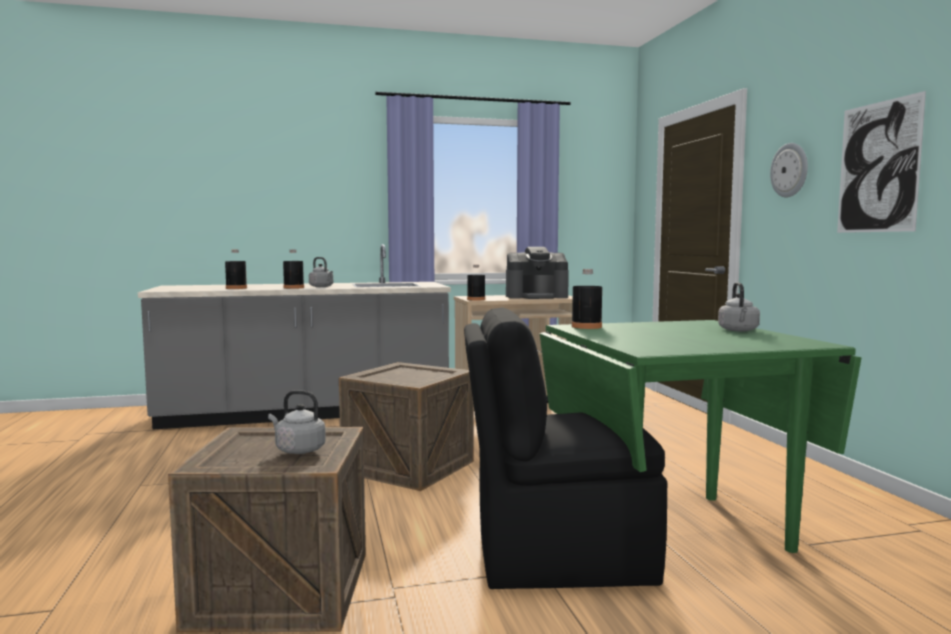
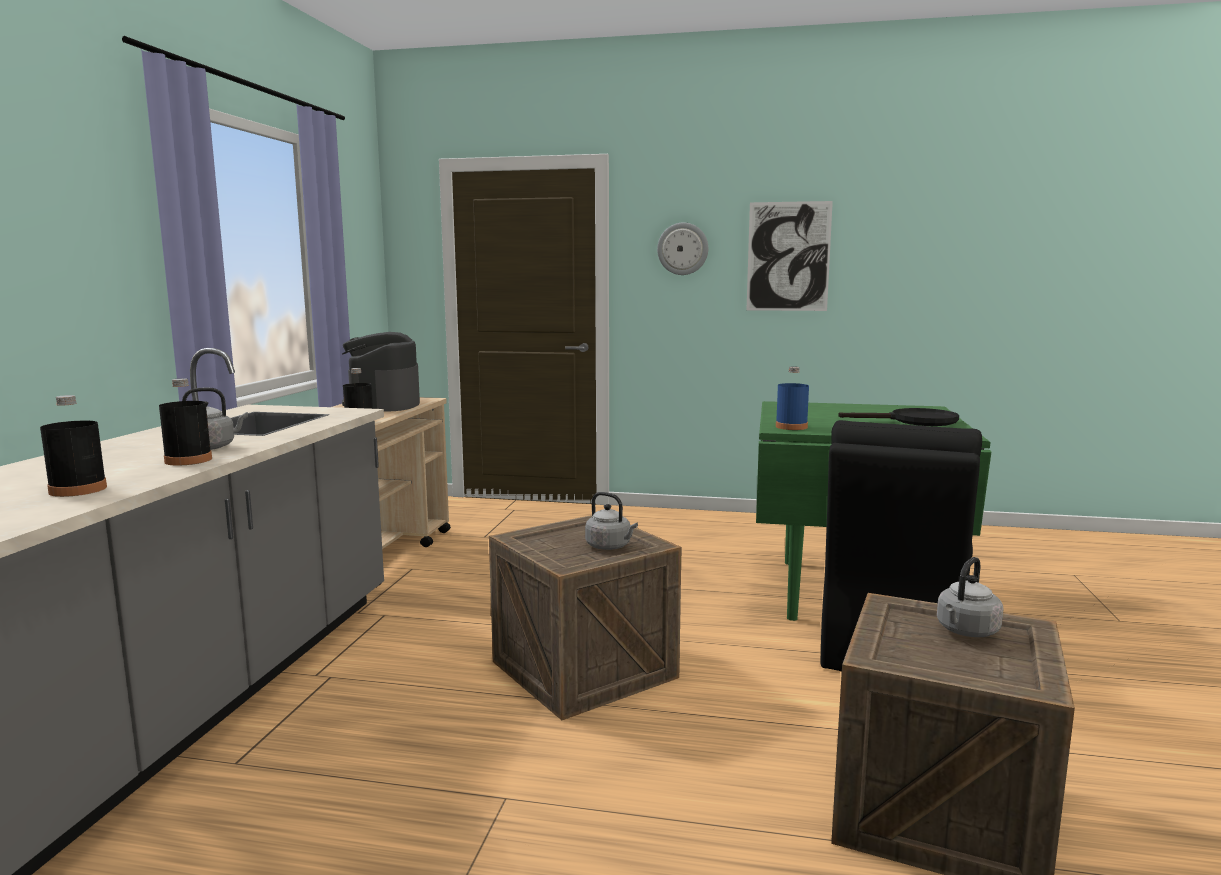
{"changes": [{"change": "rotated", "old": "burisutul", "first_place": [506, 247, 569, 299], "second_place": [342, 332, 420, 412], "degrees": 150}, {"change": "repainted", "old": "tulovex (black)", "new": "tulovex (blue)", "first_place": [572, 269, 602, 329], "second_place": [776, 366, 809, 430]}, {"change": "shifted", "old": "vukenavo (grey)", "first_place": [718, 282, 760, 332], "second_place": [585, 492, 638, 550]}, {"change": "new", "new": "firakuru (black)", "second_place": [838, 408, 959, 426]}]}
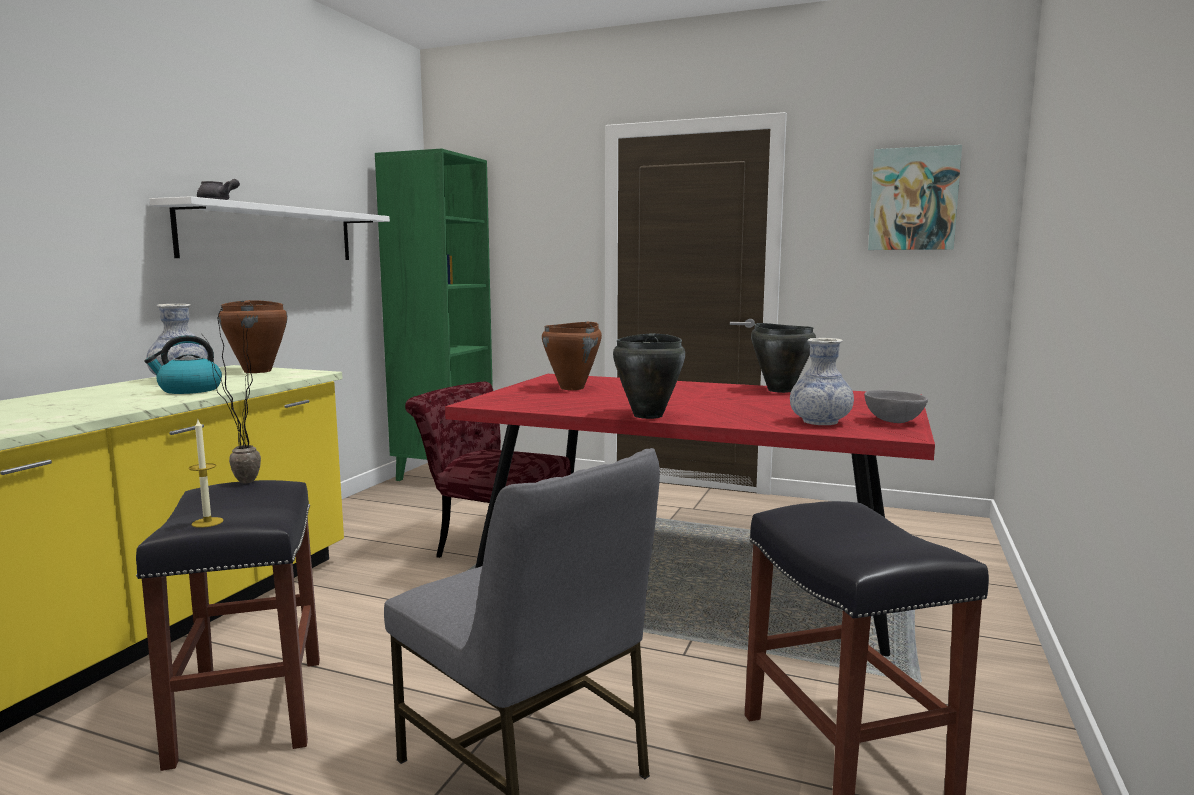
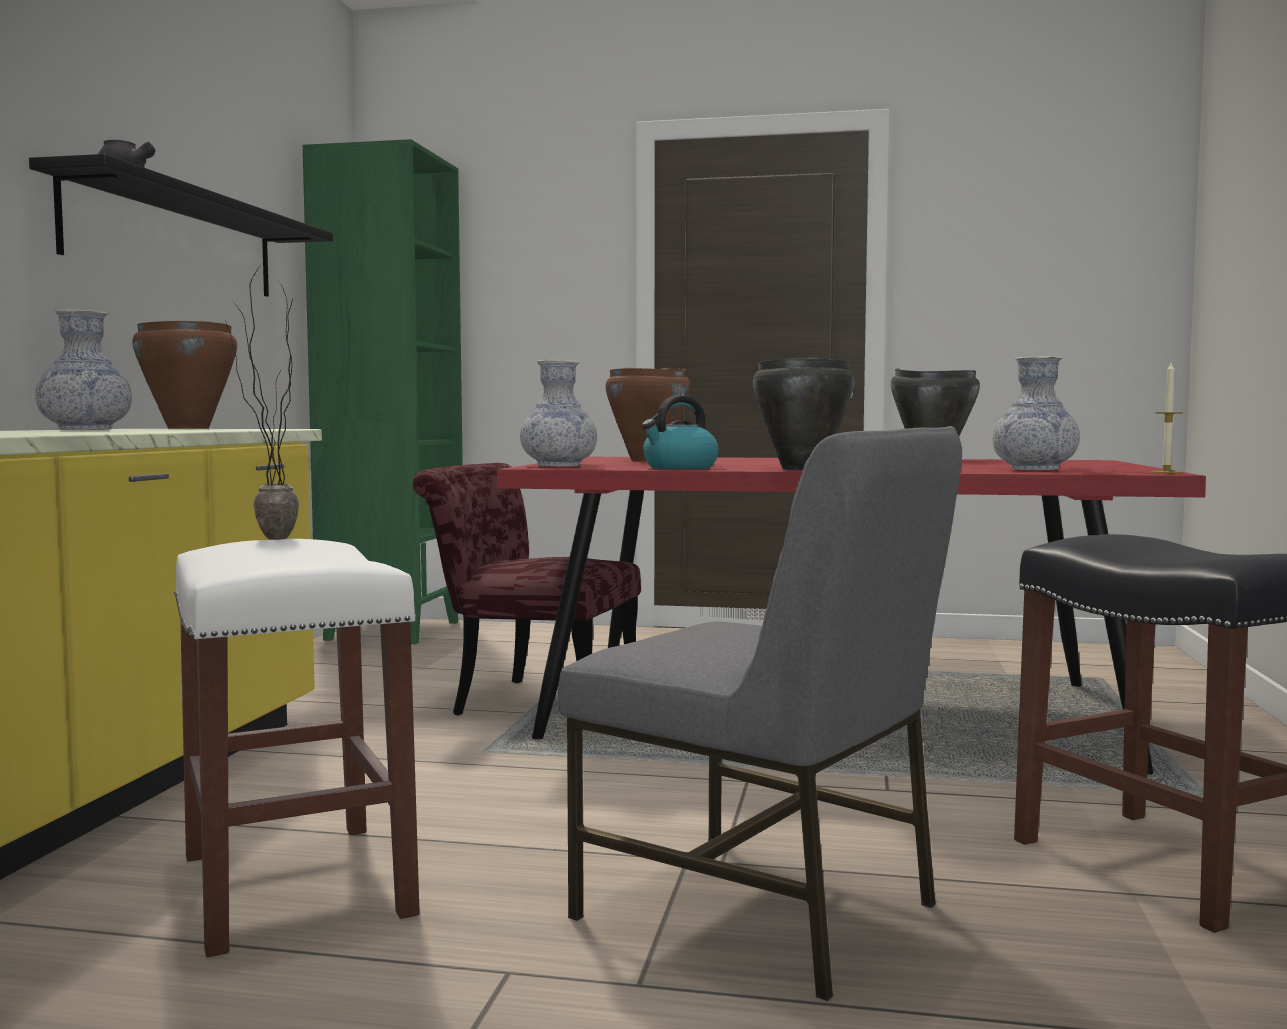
{"changes": [{"change": "gone", "old": "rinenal", "first_place": [868, 145, 962, 250]}, {"change": "repainted", "old": "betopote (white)", "new": "betopote (black)", "first_place": [150, 196, 390, 260], "second_place": [29, 154, 333, 297]}, {"change": "shifted", "old": "vukenavo", "first_place": [144, 335, 222, 394], "second_place": [642, 395, 719, 469]}, {"change": "gone", "old": "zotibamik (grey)", "first_place": [864, 390, 928, 423]}, {"change": "shifted", "old": "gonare", "first_place": [189, 420, 224, 528], "second_place": [1150, 363, 1183, 473]}, {"change": "repainted", "old": "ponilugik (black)", "new": "ponilugik (white)", "first_place": [136, 480, 320, 771], "second_place": [174, 539, 420, 957]}, {"change": "new", "new": "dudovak", "second_place": [520, 360, 597, 467]}]}
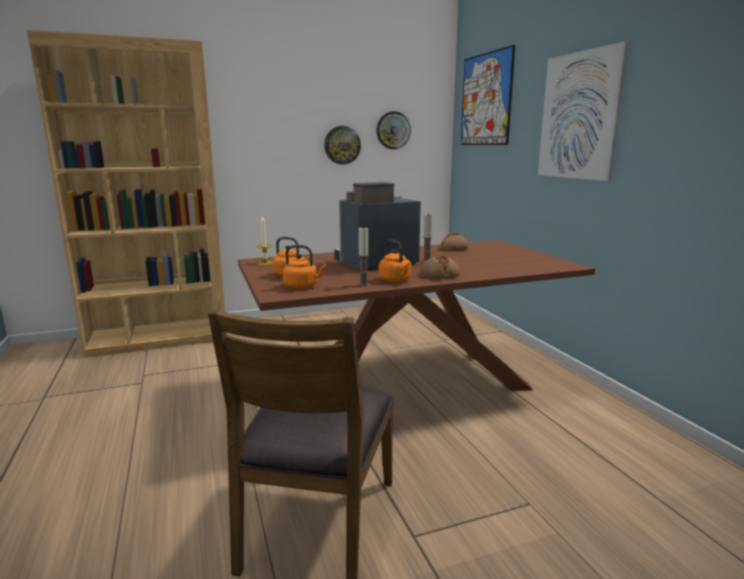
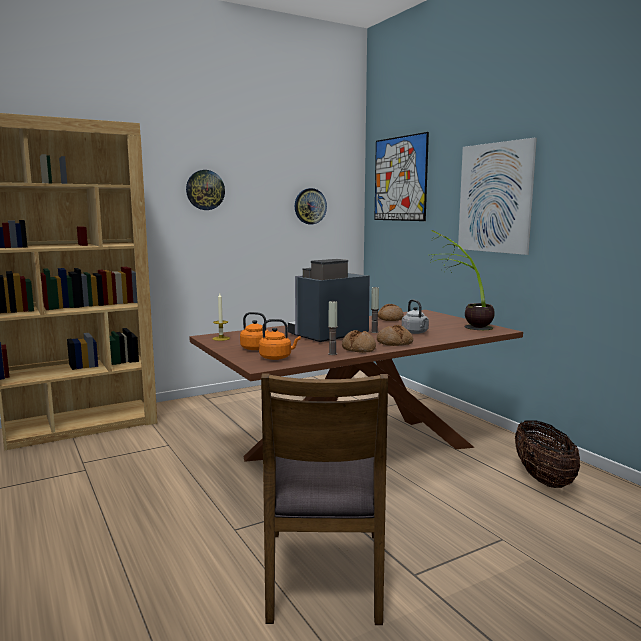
{"changes": [{"change": "shifted", "old": "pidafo", "first_place": [324, 126, 361, 165], "second_place": [186, 170, 225, 210]}, {"change": "swapped", "old": "vukenavo (orange)", "new": "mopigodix", "first_place": [379, 240, 412, 282], "second_place": [342, 330, 376, 353]}, {"change": "new", "new": "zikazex", "second_place": [430, 230, 495, 330]}, {"change": "new", "new": "vukenavo (grey)", "second_place": [402, 299, 429, 334]}, {"change": "new", "new": "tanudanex", "second_place": [515, 420, 580, 488]}]}
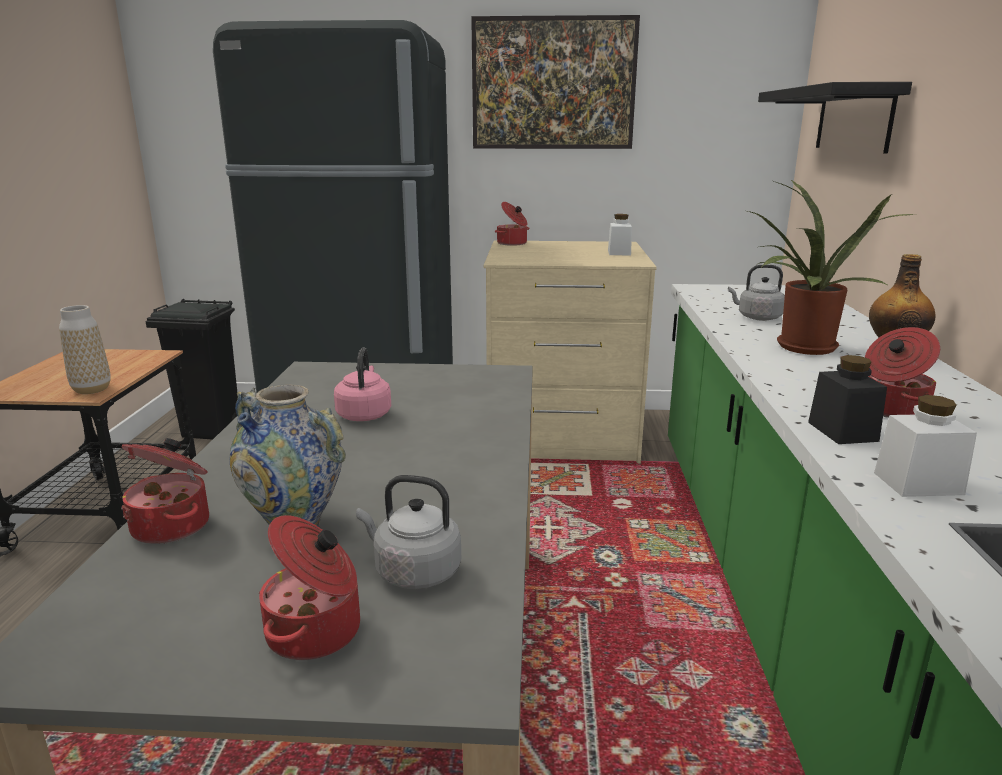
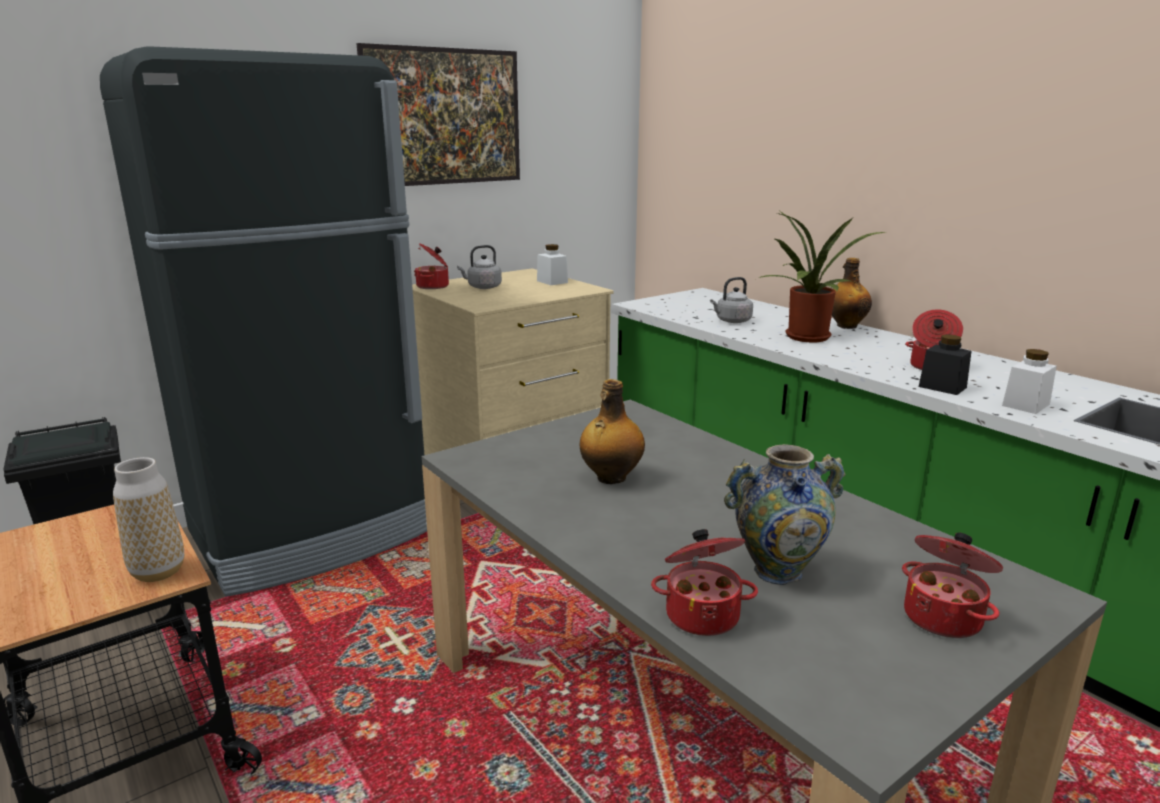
{"changes": [{"change": "gone", "old": "betopote (black)", "first_place": [758, 82, 912, 154]}, {"change": "swapped", "old": "vukenavo (pink)", "new": "tulovex", "first_place": [334, 348, 391, 421], "second_place": [579, 379, 645, 484]}, {"change": "shifted", "old": "vukenavo (grey)", "first_place": [356, 475, 461, 590], "second_place": [457, 245, 502, 289]}]}
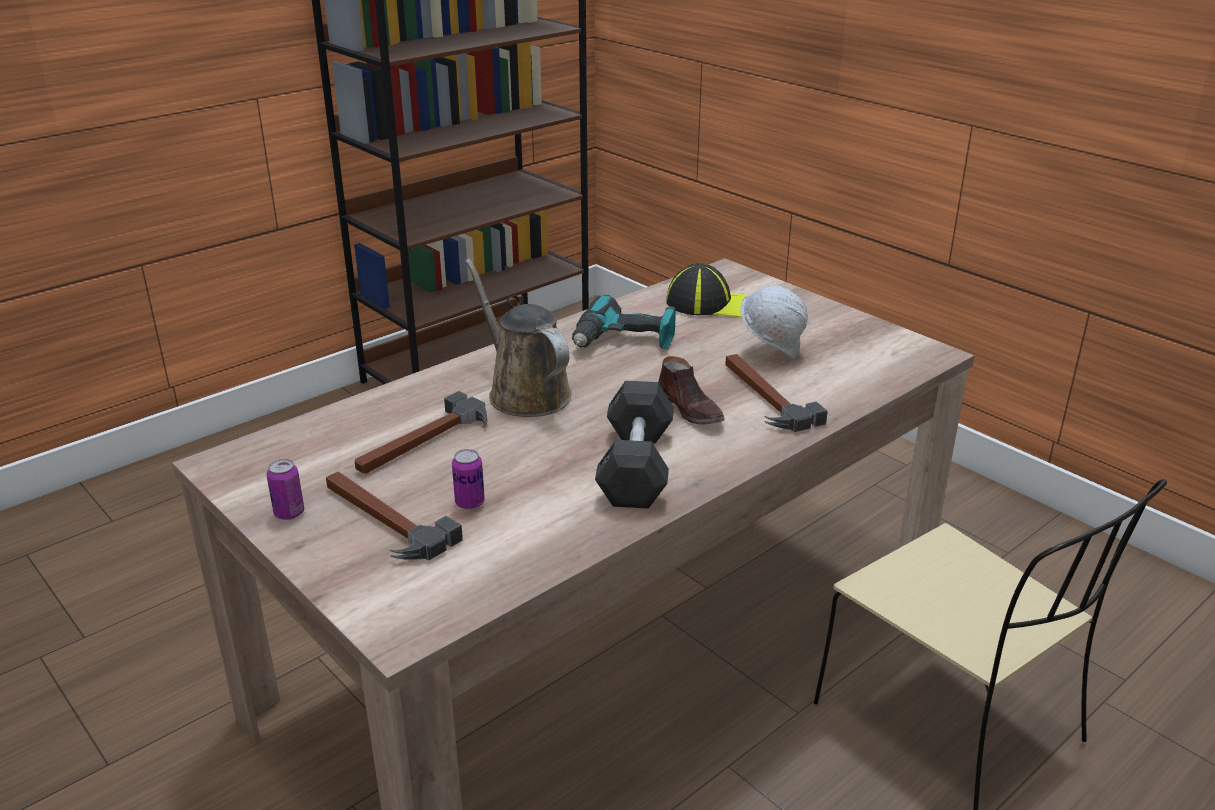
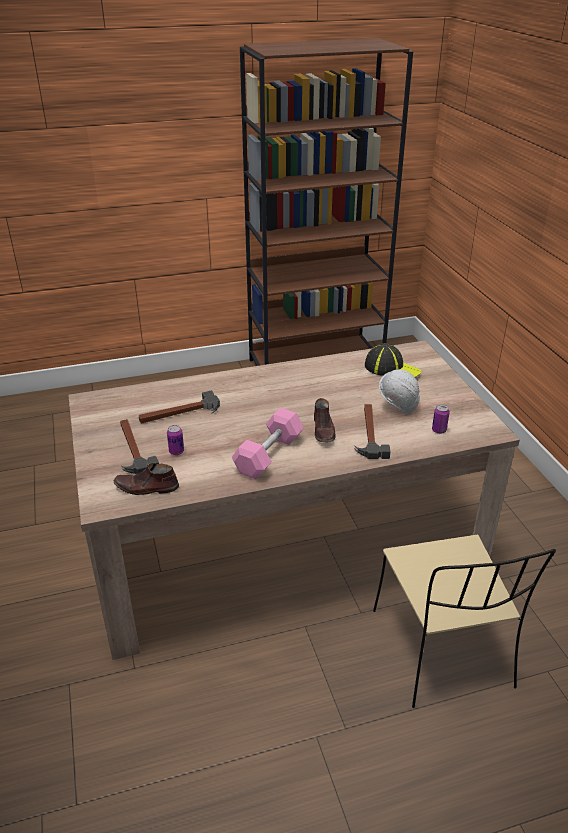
{"changes": [{"change": "gone", "old": "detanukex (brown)", "first_place": [465, 259, 571, 417]}, {"change": "gone", "old": "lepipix", "first_place": [572, 295, 676, 349]}, {"change": "repainted", "old": "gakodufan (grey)", "new": "gakodufan (pink)", "first_place": [595, 381, 674, 508], "second_place": [232, 408, 304, 479]}, {"change": "shifted", "old": "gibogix", "first_place": [266, 459, 304, 520], "second_place": [432, 404, 450, 434]}, {"change": "new", "new": "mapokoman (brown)", "second_place": [113, 463, 179, 495]}]}
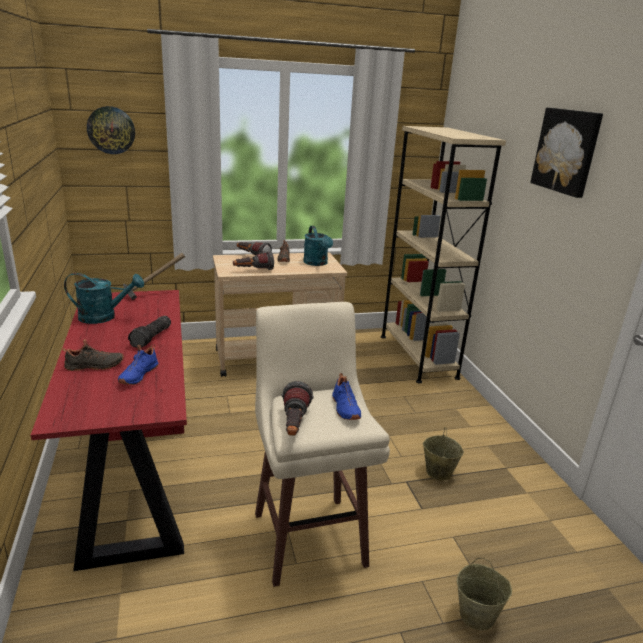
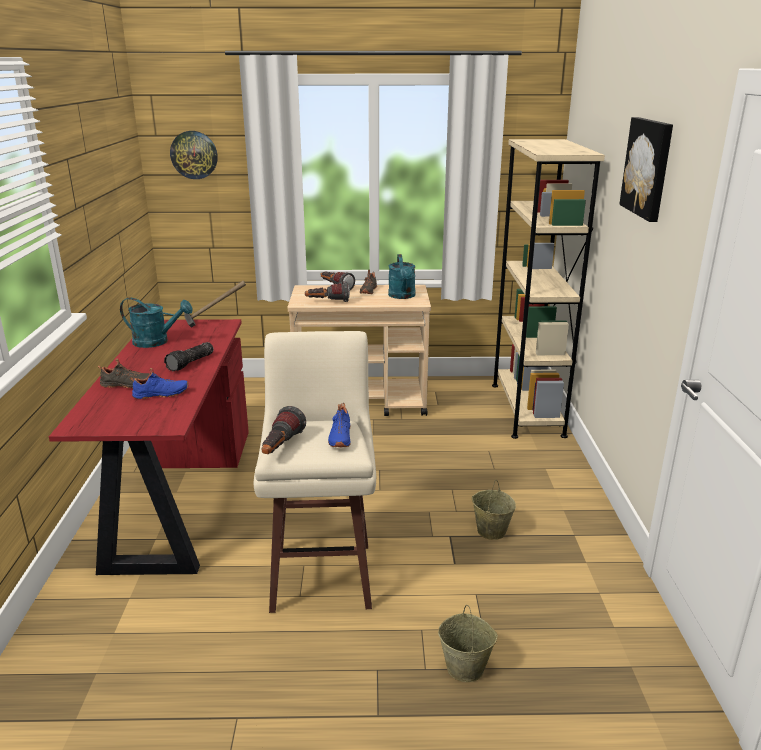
{"changes": [{"change": "rotated", "old": "mapokoman (blue)", "first_place": [118, 344, 158, 385], "second_place": [130, 368, 189, 399], "degrees": -135}]}
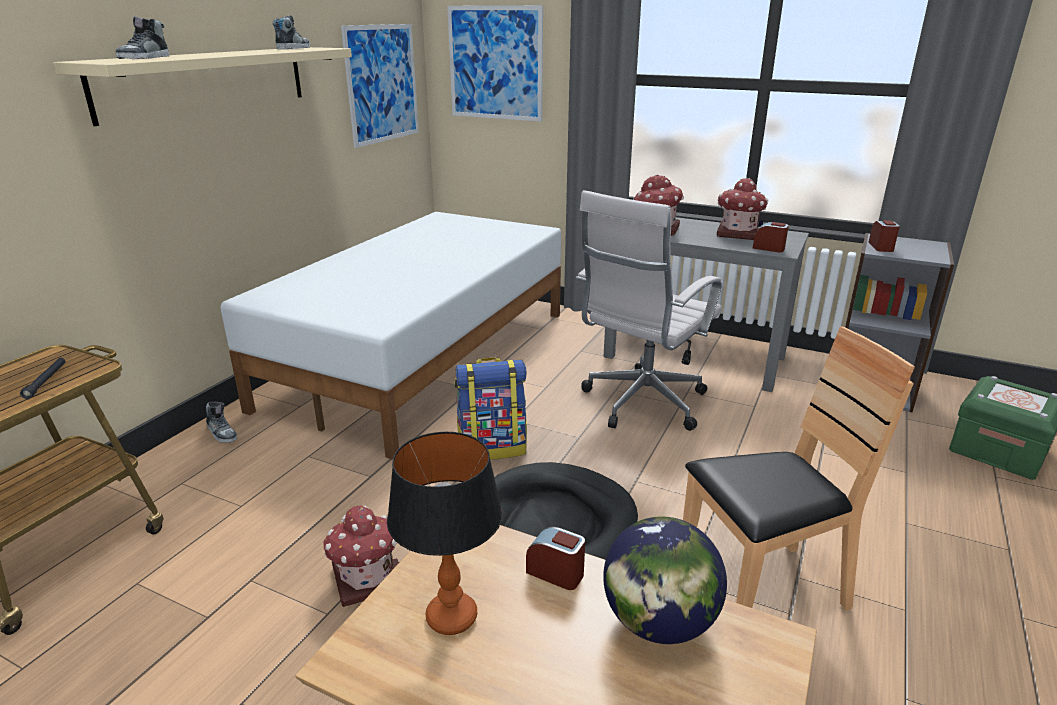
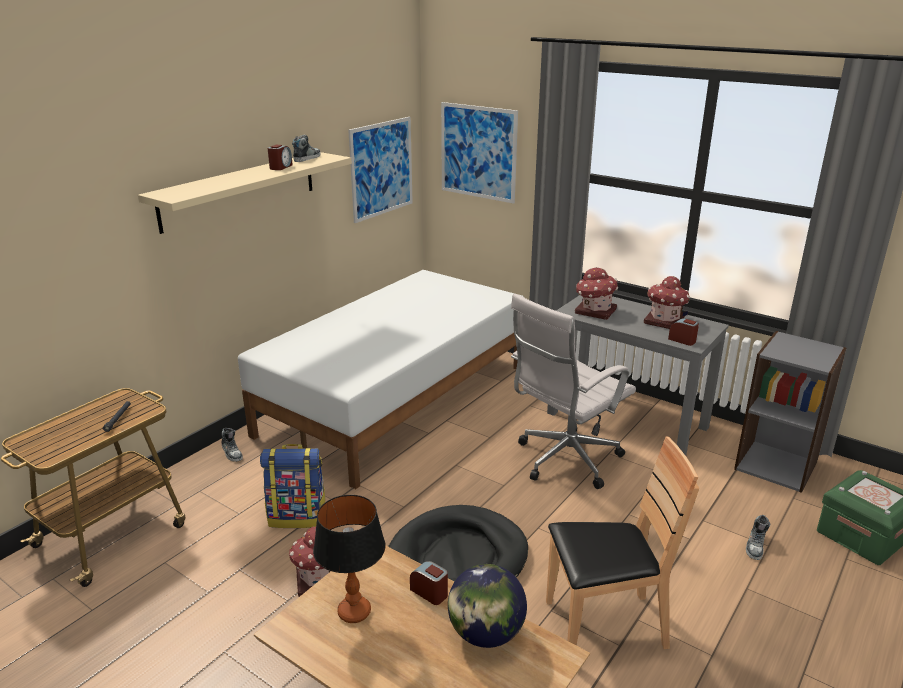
{"changes": [{"change": "shifted", "old": "mapokoman", "first_place": [116, 16, 169, 59], "second_place": [746, 515, 770, 560]}, {"change": "shifted", "old": "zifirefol", "first_place": [868, 220, 900, 252], "second_place": [268, 145, 293, 170]}, {"change": "shifted", "old": "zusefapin", "first_place": [454, 357, 527, 460], "second_place": [260, 444, 325, 528]}]}
